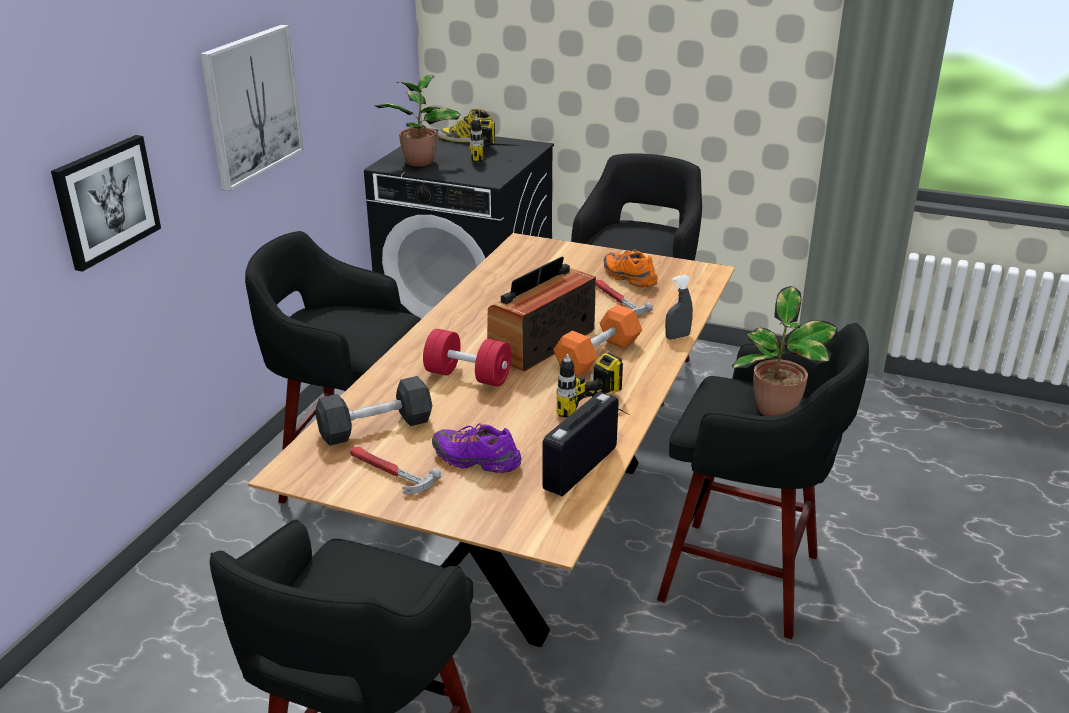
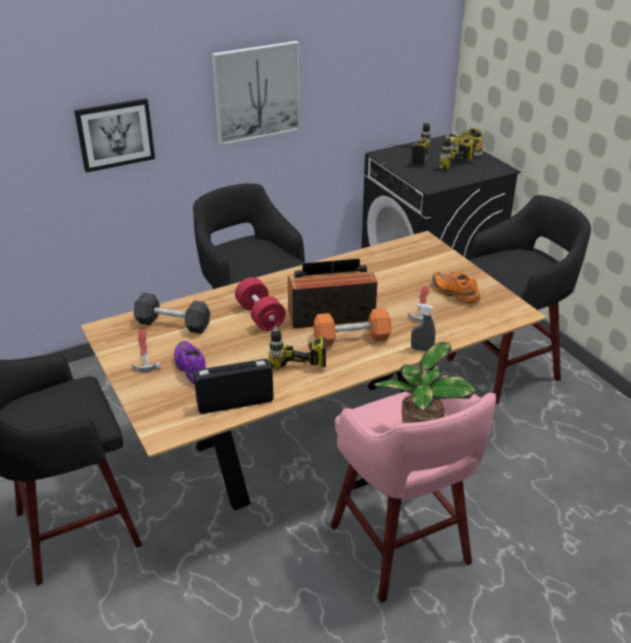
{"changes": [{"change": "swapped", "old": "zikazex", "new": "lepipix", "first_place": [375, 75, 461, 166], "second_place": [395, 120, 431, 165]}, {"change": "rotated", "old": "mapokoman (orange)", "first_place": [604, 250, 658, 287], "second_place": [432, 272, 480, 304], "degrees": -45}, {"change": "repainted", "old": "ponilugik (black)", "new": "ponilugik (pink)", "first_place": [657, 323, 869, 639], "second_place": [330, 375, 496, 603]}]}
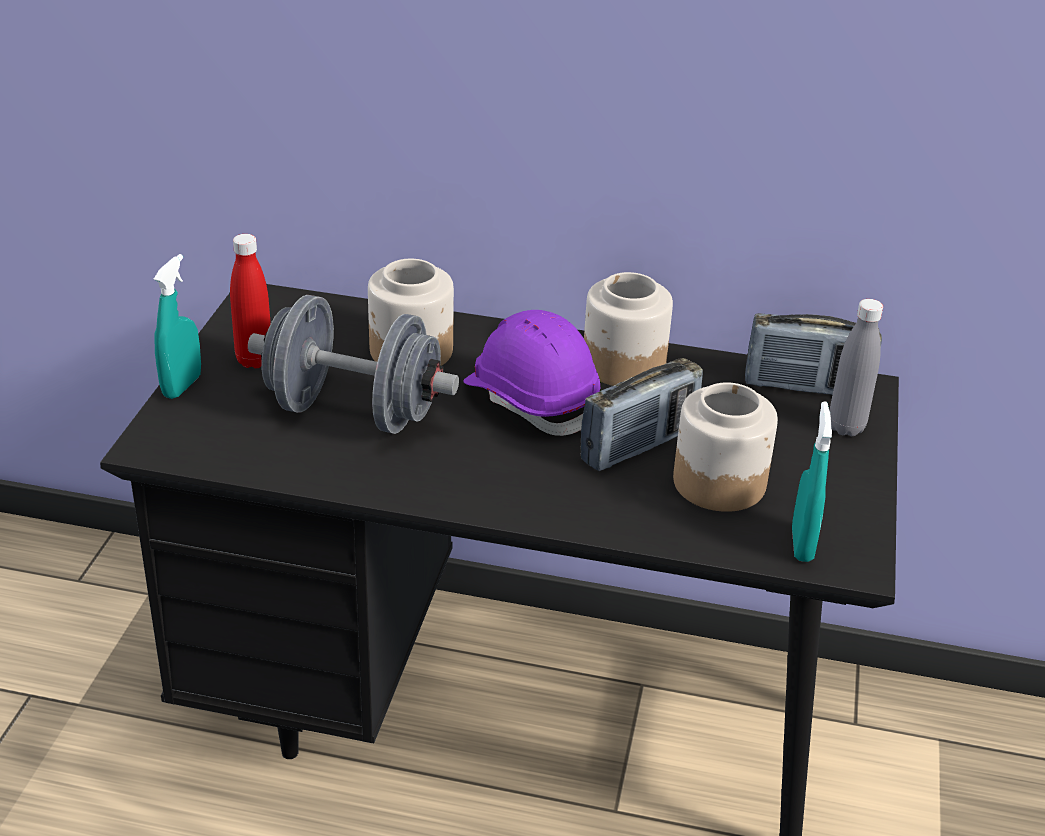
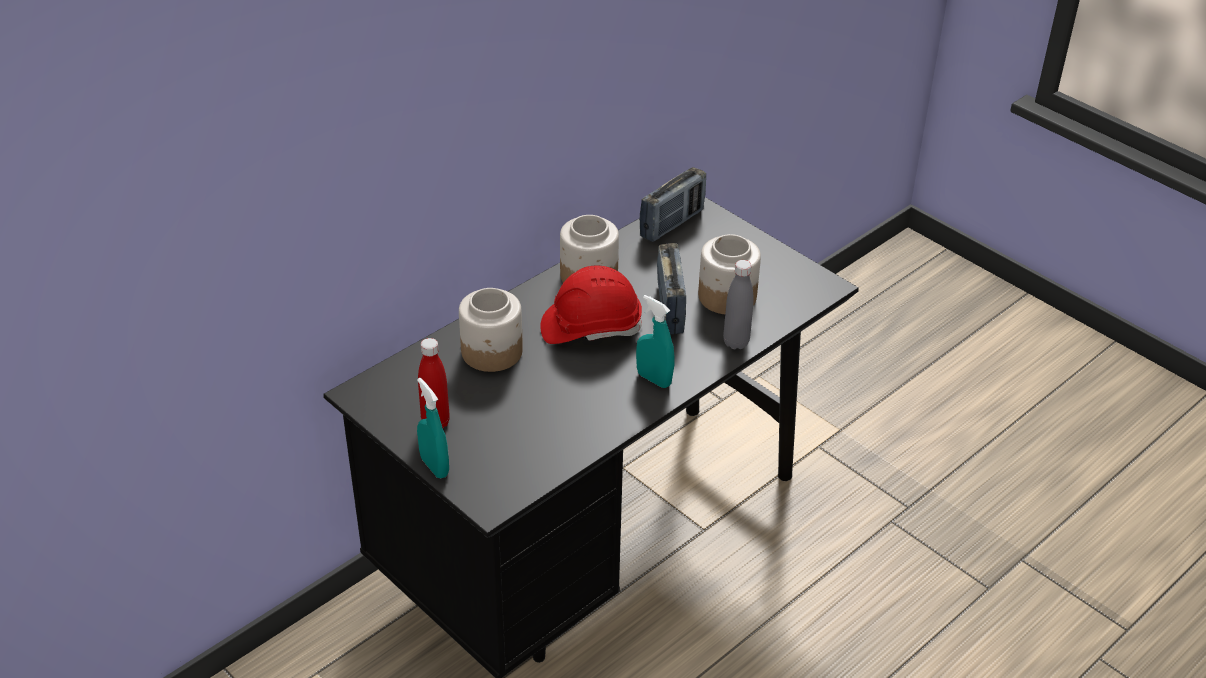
{"changes": [{"change": "gone", "old": "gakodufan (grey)", "first_place": [248, 295, 459, 434]}, {"change": "shifted", "old": "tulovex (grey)", "first_place": [830, 299, 883, 436], "second_place": [723, 260, 754, 349]}, {"change": "repainted", "old": "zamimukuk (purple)", "new": "zamimukuk (red)", "first_place": [463, 310, 600, 436], "second_place": [540, 265, 642, 344]}, {"change": "shifted", "old": "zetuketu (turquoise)", "first_place": [792, 401, 832, 562], "second_place": [636, 295, 674, 388]}]}
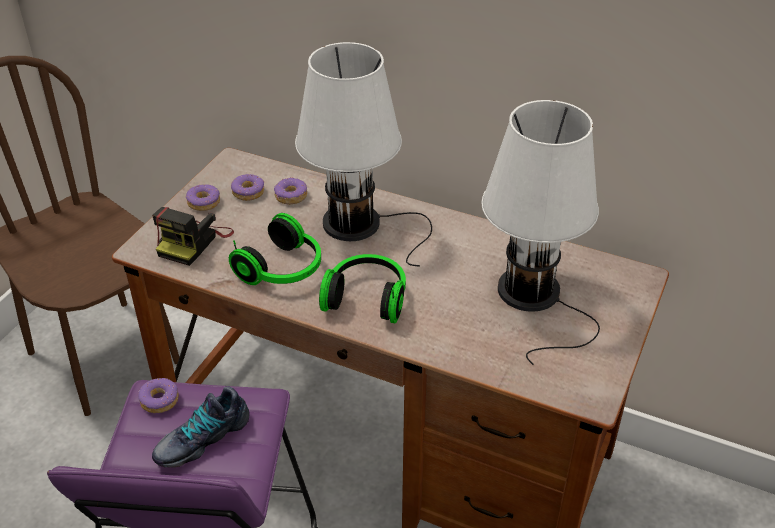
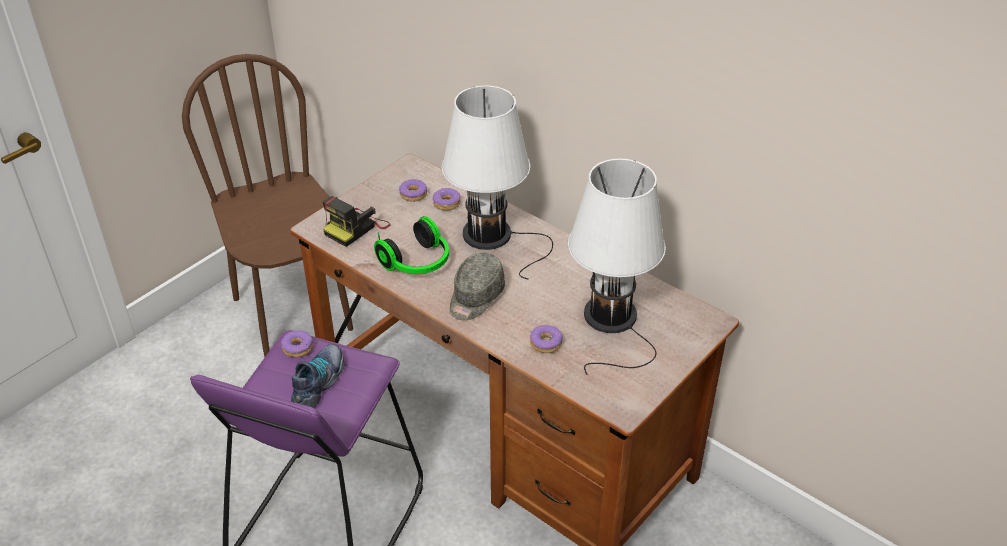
{"changes": [{"change": "shifted", "old": "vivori", "first_place": [186, 184, 220, 211], "second_place": [530, 325, 563, 353]}, {"change": "swapped", "old": "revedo", "new": "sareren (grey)", "first_place": [319, 254, 406, 323], "second_place": [450, 253, 505, 320]}, {"change": "rotated", "old": "mapokoman", "first_place": [152, 386, 250, 468], "second_place": [291, 344, 344, 408], "degrees": 135}]}
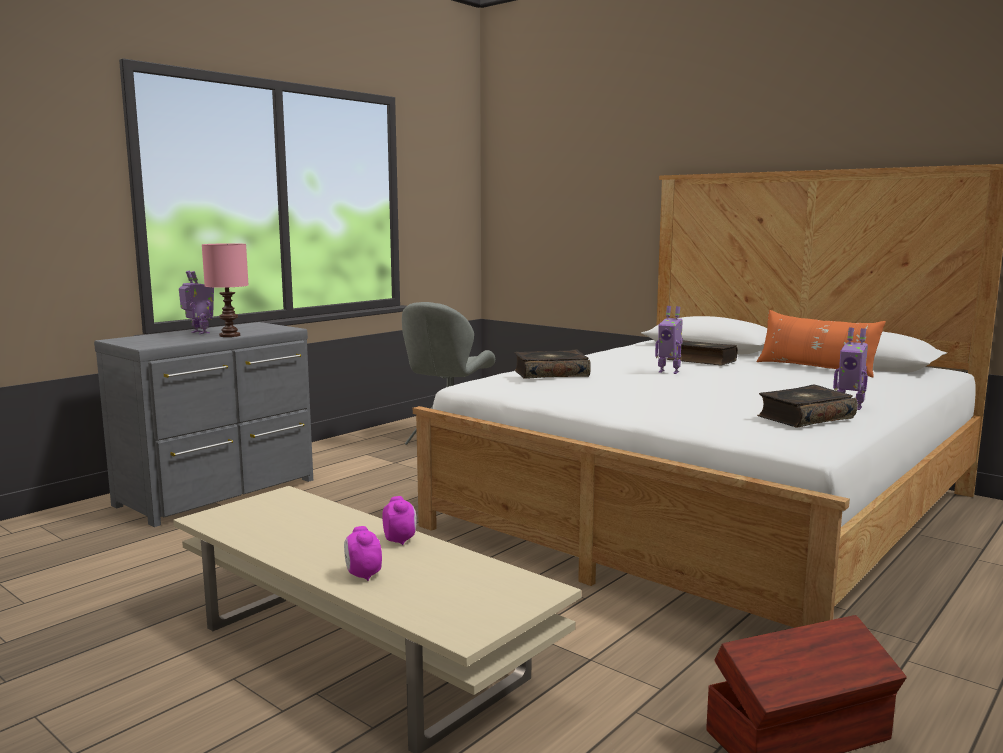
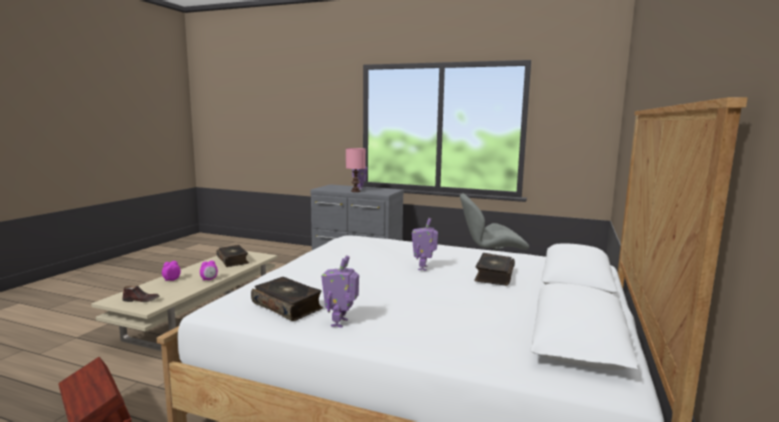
{"changes": [{"change": "gone", "old": "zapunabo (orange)", "first_place": [757, 310, 886, 377]}, {"change": "shifted", "old": "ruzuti", "first_place": [514, 350, 591, 379], "second_place": [217, 245, 249, 267]}, {"change": "new", "new": "mapokoman (brown)", "second_place": [122, 286, 159, 302]}]}
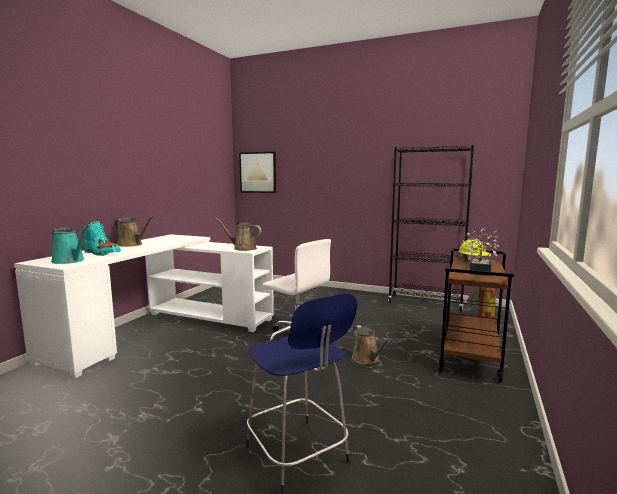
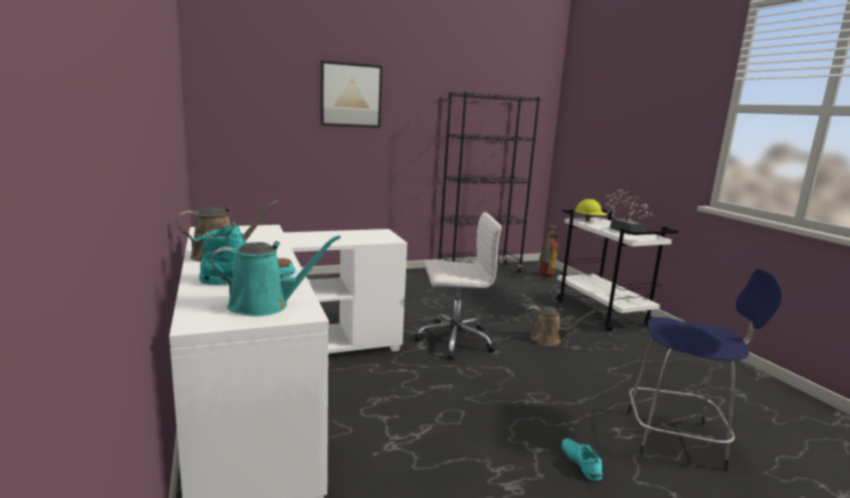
{"changes": [{"change": "shifted", "old": "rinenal", "first_place": [239, 152, 276, 193], "second_place": [320, 61, 382, 128]}, {"change": "gone", "old": "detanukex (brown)", "first_place": [216, 218, 262, 251]}, {"change": "repainted", "old": "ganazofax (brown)", "new": "ganazofax (white)", "first_place": [439, 248, 514, 382], "second_place": [557, 209, 678, 331]}, {"change": "new", "new": "mapokoman (turquoise)", "second_place": [561, 438, 602, 481]}]}
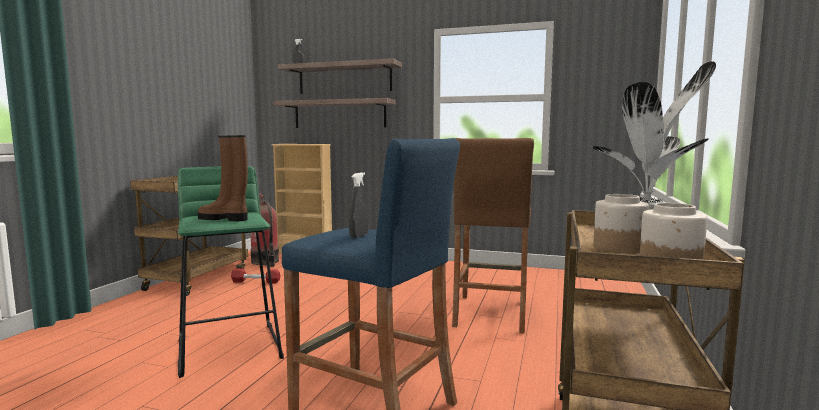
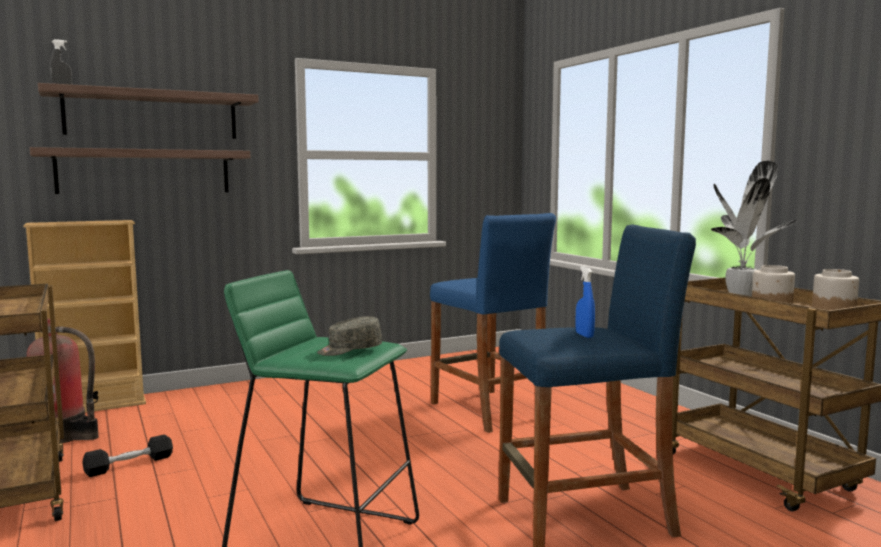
{"changes": [{"change": "swapped", "old": "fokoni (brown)", "new": "sareren (grey)", "first_place": [198, 135, 248, 221], "second_place": [317, 316, 382, 356]}, {"change": "repainted", "old": "ponilugik (brown)", "new": "ponilugik (blue)", "first_place": [452, 138, 534, 334], "second_place": [430, 213, 556, 433]}, {"change": "repainted", "old": "zetuketu (grey)", "new": "zetuketu (blue)", "first_place": [349, 172, 369, 238], "second_place": [575, 266, 595, 338]}, {"change": "repainted", "old": "gakodufan (red)", "new": "gakodufan (black)", "first_place": [231, 268, 280, 284], "second_place": [82, 435, 173, 477]}]}
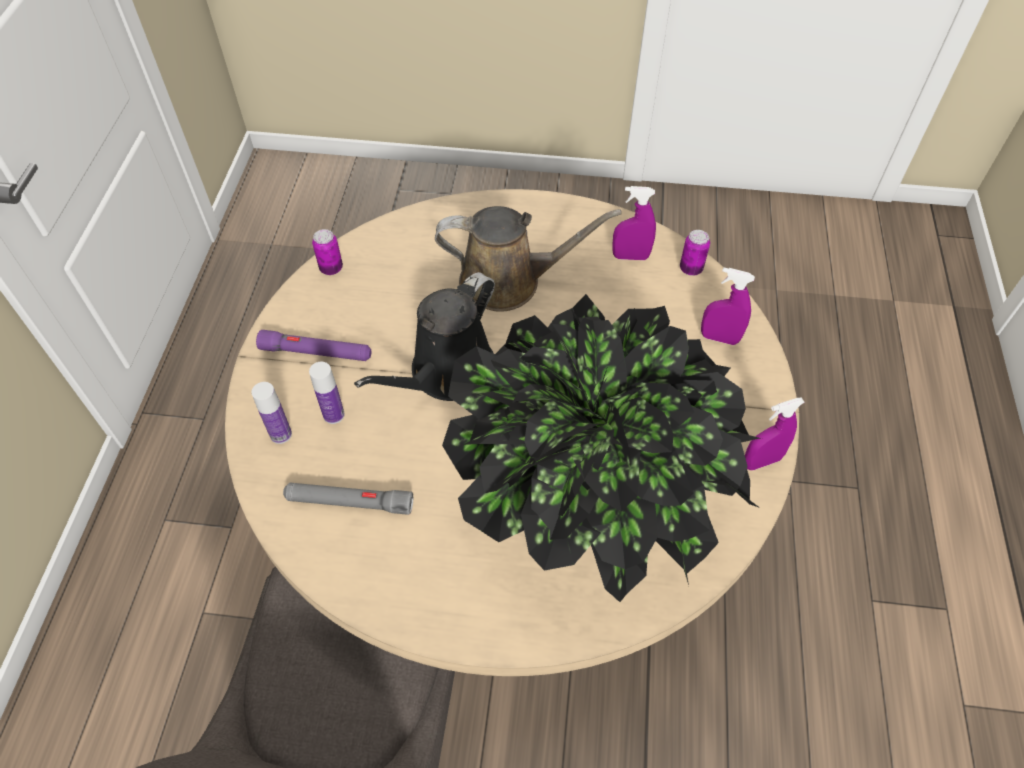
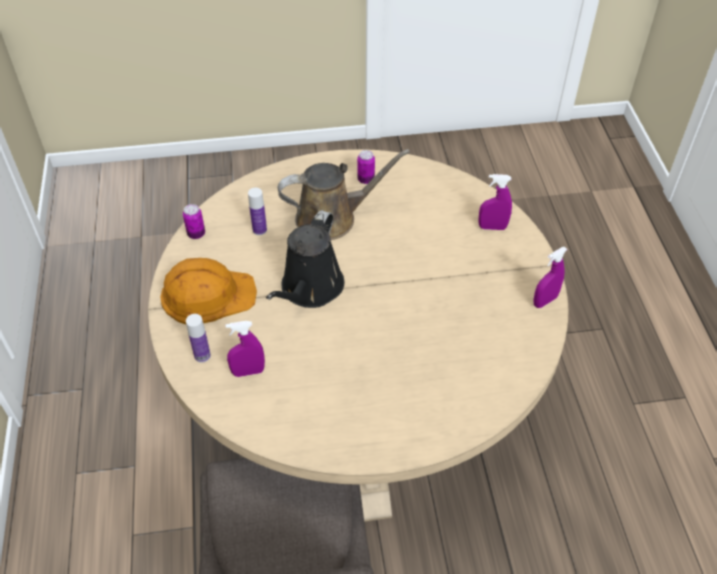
{"changes": [{"change": "shifted", "old": "zetuketu (purple)", "first_place": [612, 186, 656, 260], "second_place": [225, 321, 265, 377]}, {"change": "shifted", "old": "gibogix", "first_place": [680, 230, 710, 276], "second_place": [357, 150, 375, 184]}, {"change": "gone", "old": "zikazex", "first_place": [442, 294, 762, 602]}, {"change": "swapped", "old": "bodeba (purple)", "new": "zamimukuk (orange)", "first_place": [256, 330, 372, 361], "second_place": [160, 258, 257, 324]}, {"change": "shifted", "old": "tulovex", "first_place": [309, 362, 345, 424], "second_place": [248, 188, 267, 235]}, {"change": "gone", "old": "bodeba (grey)", "first_place": [283, 483, 413, 515]}]}
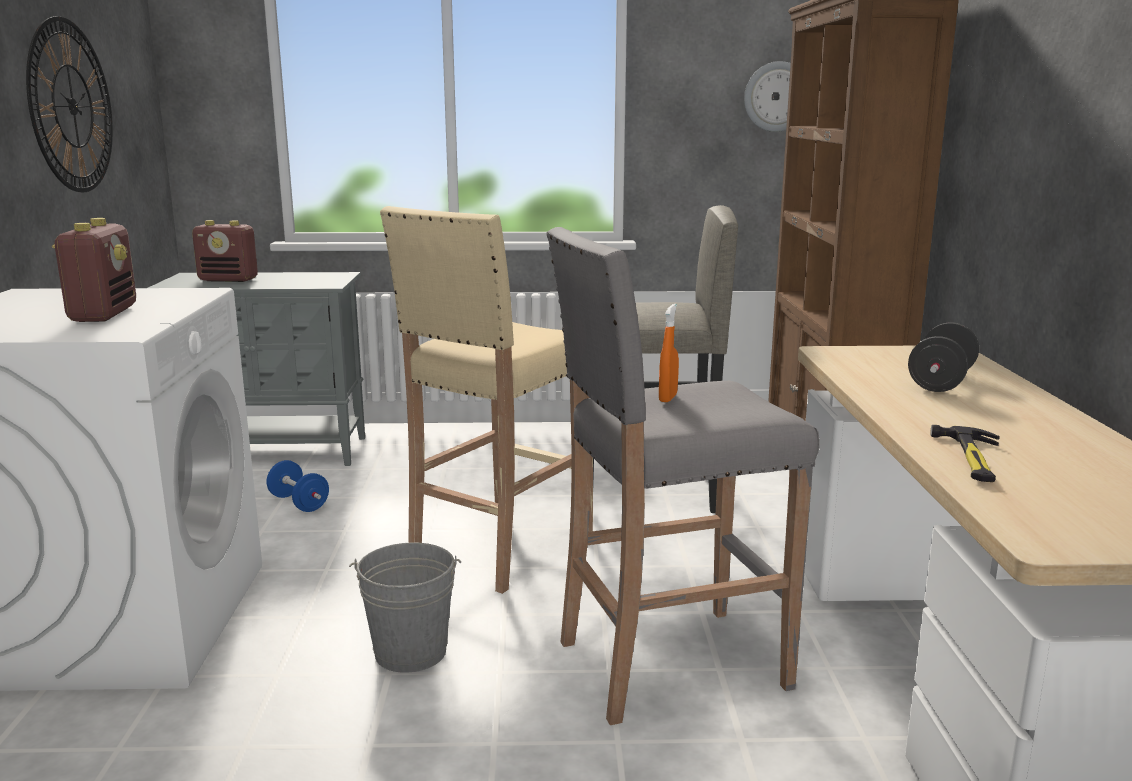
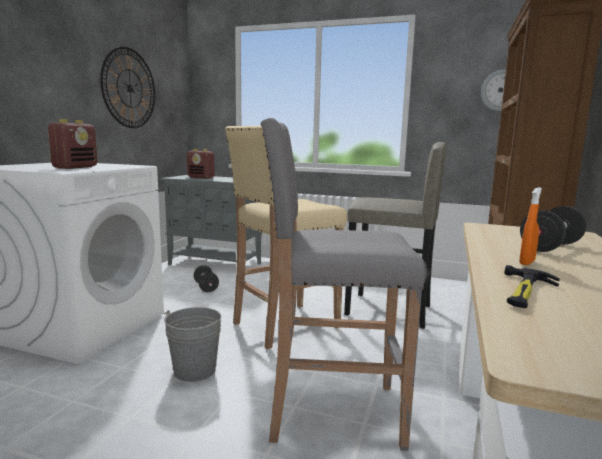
{"changes": [{"change": "shifted", "old": "zetuketu (orange)", "first_place": [659, 304, 679, 402], "second_place": [519, 187, 542, 265]}, {"change": "repainted", "old": "gakodufan (blue)", "new": "gakodufan (black)", "first_place": [267, 460, 329, 512], "second_place": [193, 265, 219, 292]}]}
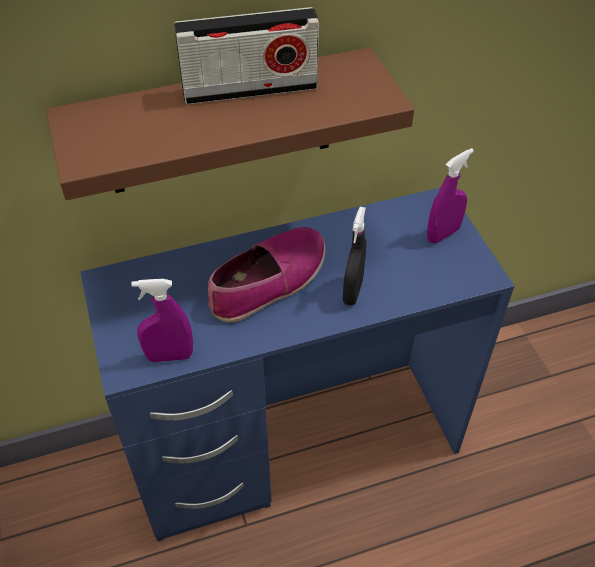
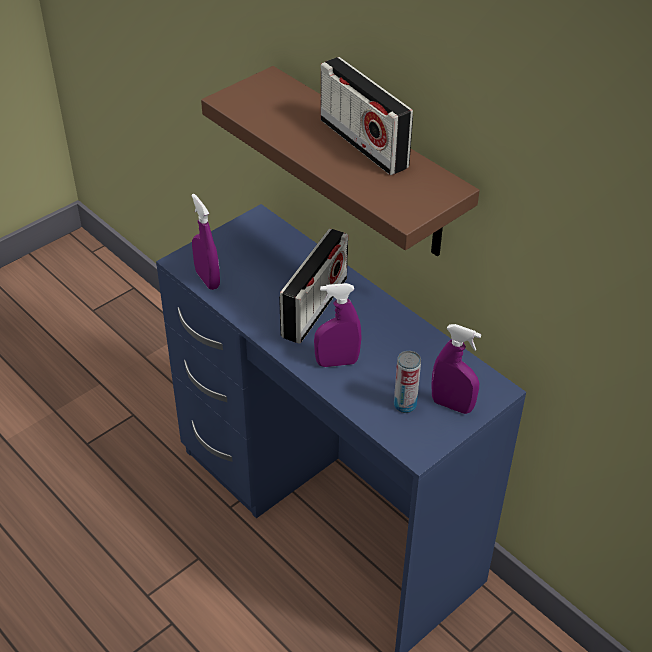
{"changes": [{"change": "repainted", "old": "zetuketu (black)", "new": "zetuketu (purple)", "first_place": [343, 207, 366, 306], "second_place": [314, 283, 362, 367]}, {"change": "swapped", "old": "mapokoman", "new": "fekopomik", "first_place": [208, 227, 325, 322], "second_place": [279, 229, 348, 344]}, {"change": "new", "new": "gibogix", "second_place": [394, 351, 421, 413]}]}
